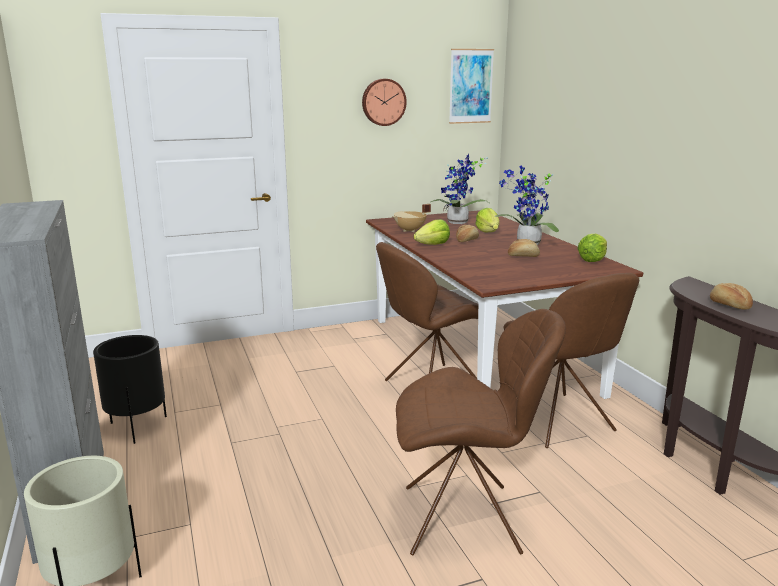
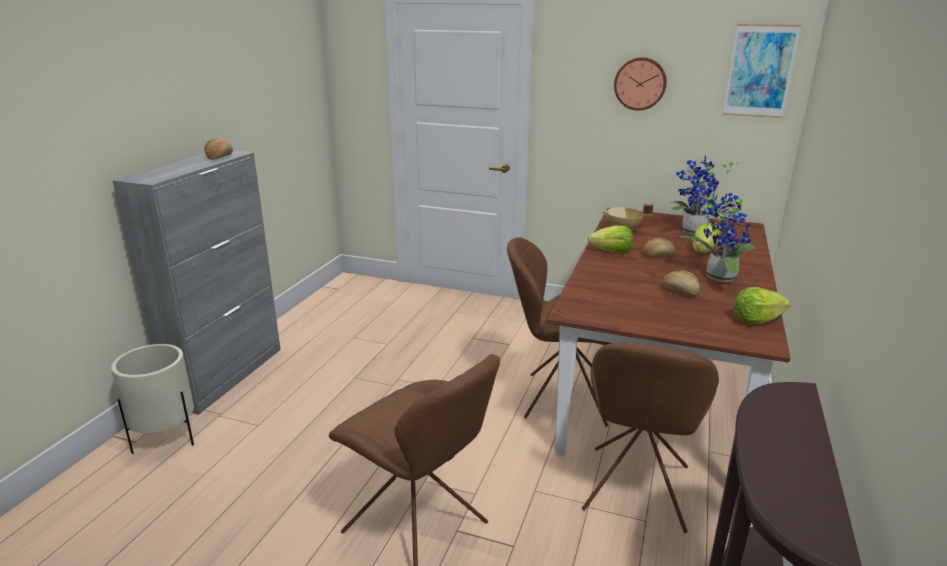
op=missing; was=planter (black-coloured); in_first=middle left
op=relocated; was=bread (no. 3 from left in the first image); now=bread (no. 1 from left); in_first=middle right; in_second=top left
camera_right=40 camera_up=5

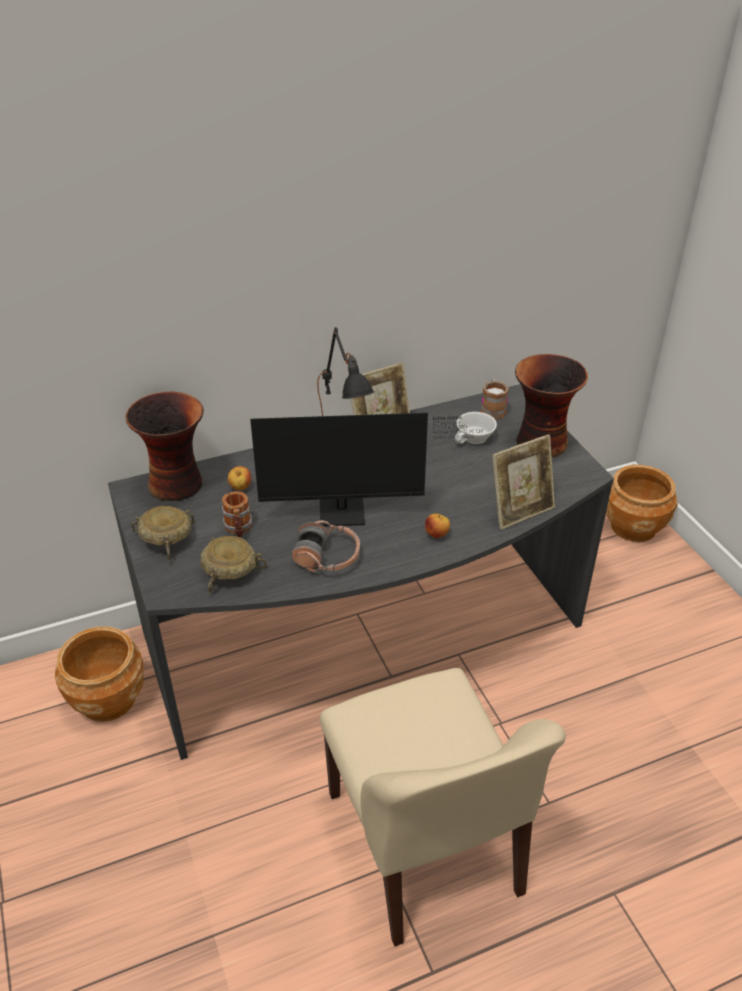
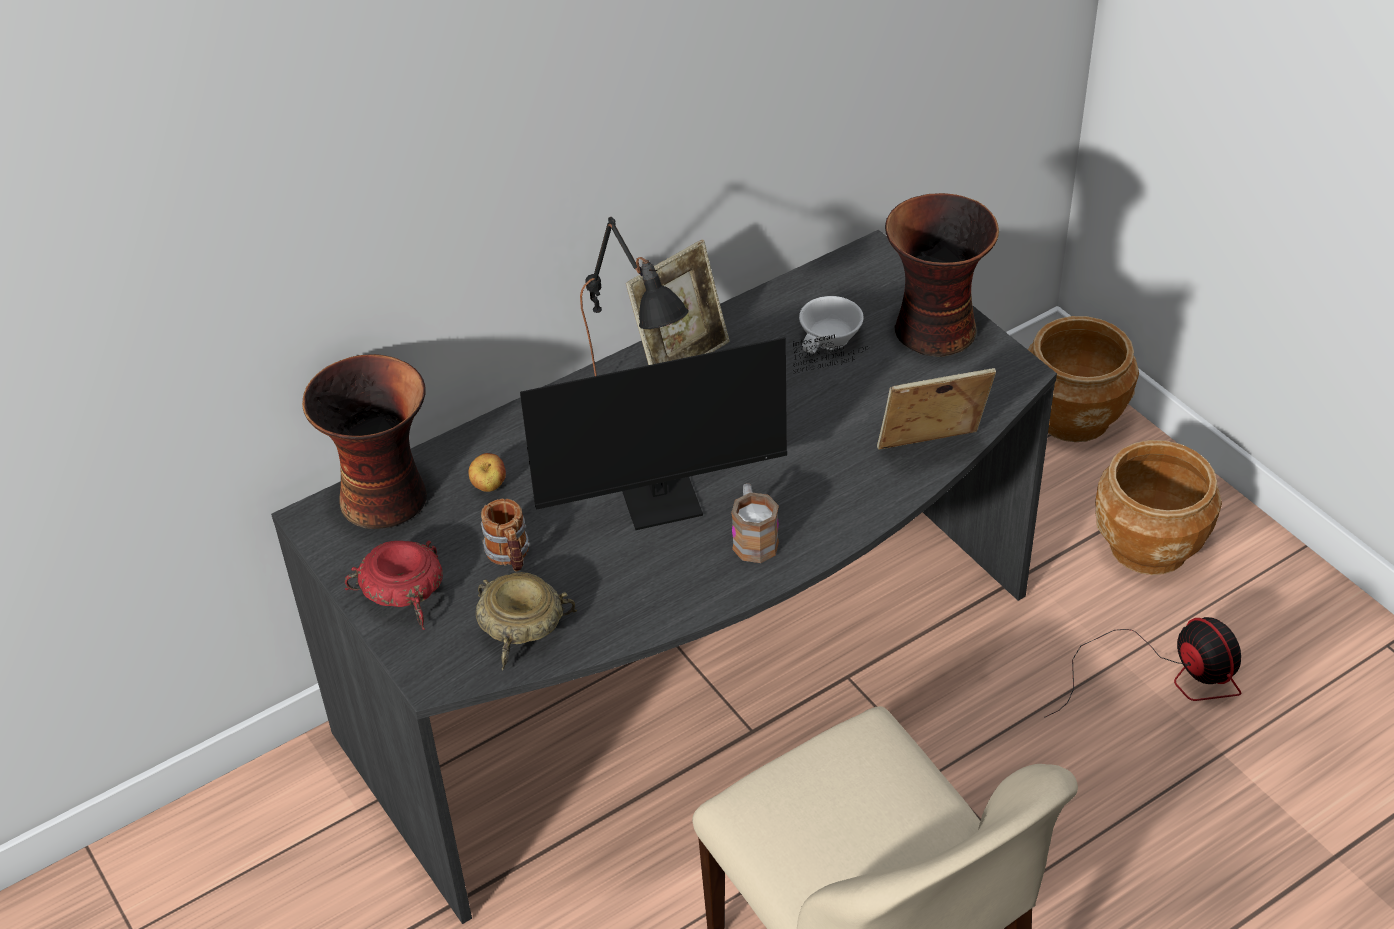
op=relocated; was=planter (brown) (no. 1 from left in the first image); now=planter (brown) (no. 2 from left); in_first=bottom left; in_second=middle right
op=colour; was=serving bowl (beige) (no. 1 from left); now=serving bowl (red); in_first=middle left; in_second=middle left
op=missing; was=pair of headphones; in_first=centre
op=missing; was=apple fruit (no. 2 from left); in_first=centre
op=relocated; was=mug (no. 2 from left); in_first=middle right; in_second=centre
op=spun; was=standing frame (no. 2 from left); in_first=middle right; in_second=middle right; clockwise=-150
op=appeared; now=cooling fan; in_second=bottom right
camera_right=-10 camera_up=5

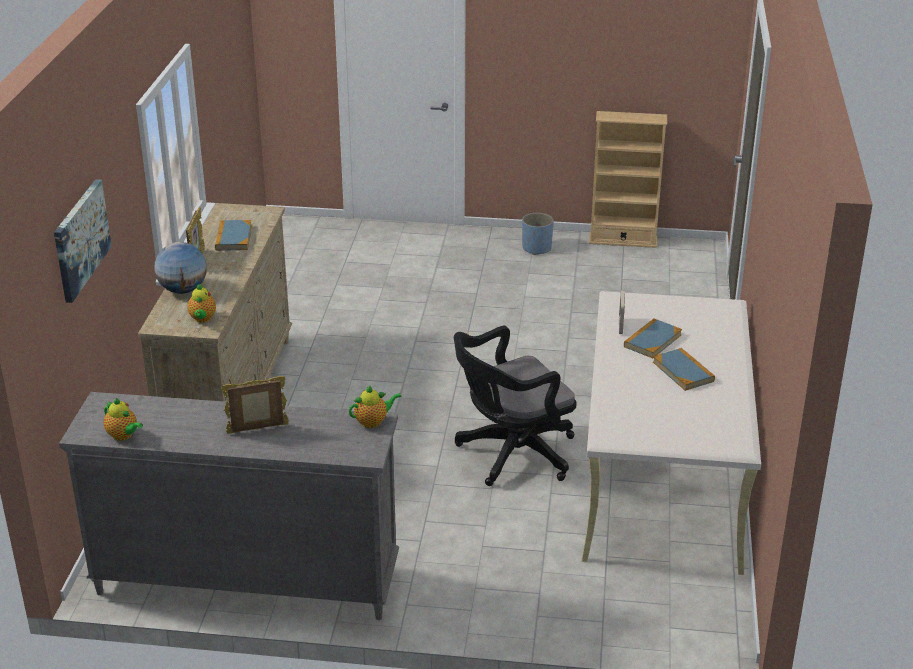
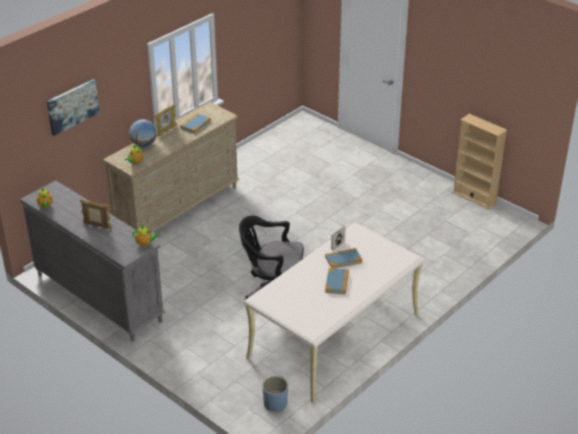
op=relocated; was=planter (blue-coloured); in_first=centre; in_second=bottom centre
camera_right=35 camera_up=5

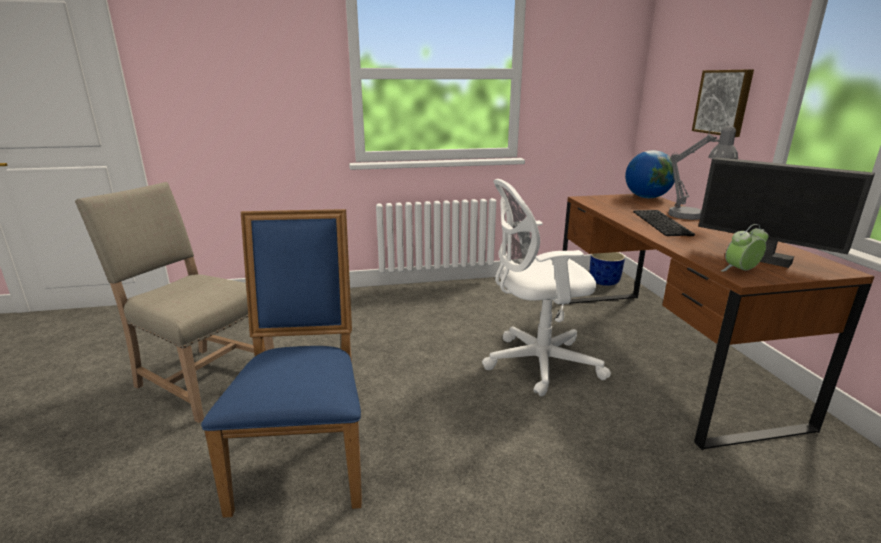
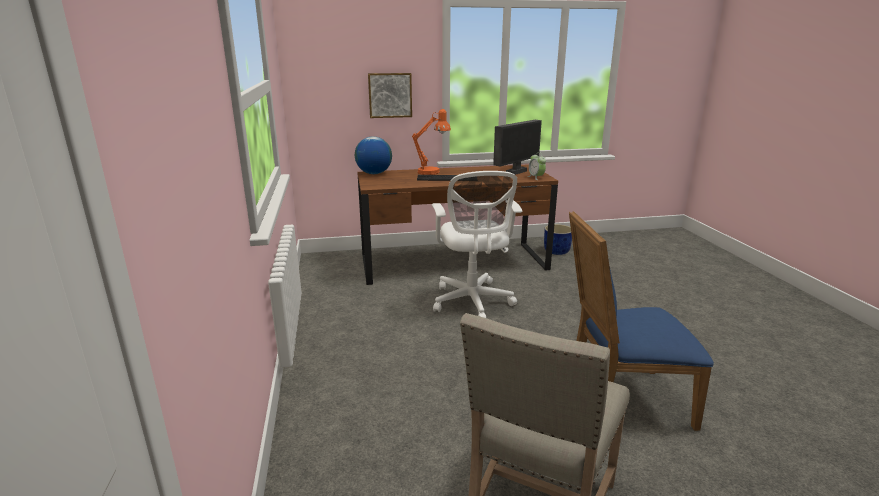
op=relocated; was=planter (blue-coloured); in_first=middle right; in_second=centre
op=colour; was=tabletop lamp (grey); now=tabletop lamp (orangey); in_first=top right; in_second=top centre
camera_right=-90 camera_up=0

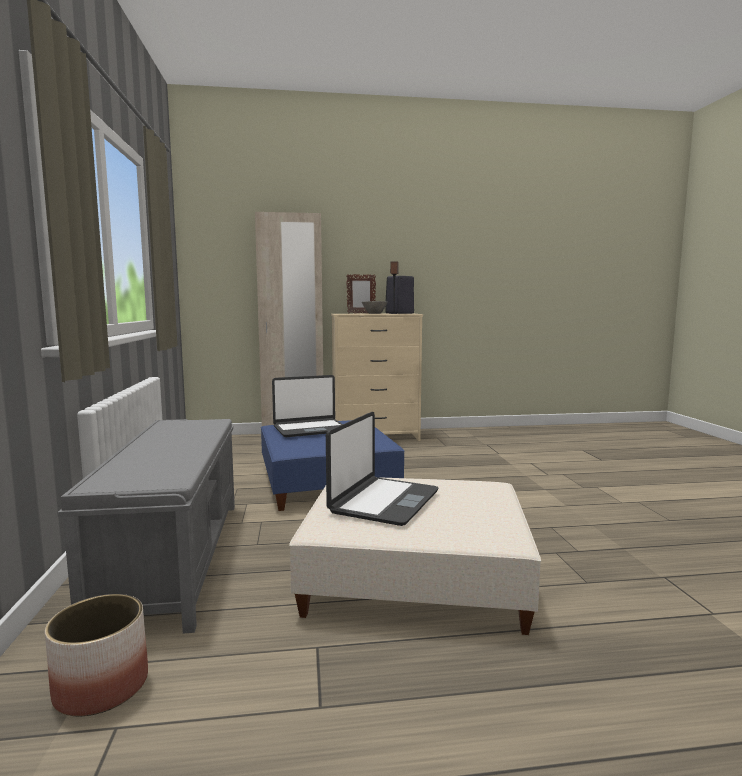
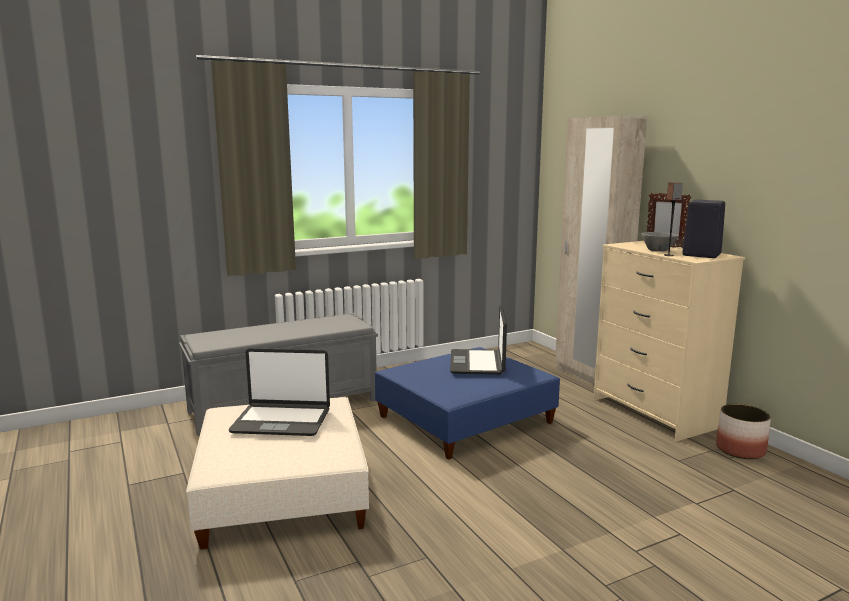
op=relocated; was=planter; in_first=bottom left; in_second=bottom right
op=spun; was=notebook computer (no. 1 from left in the first image); in_first=centre; in_second=centre; clockwise=45
camera_right=70 camera_up=5

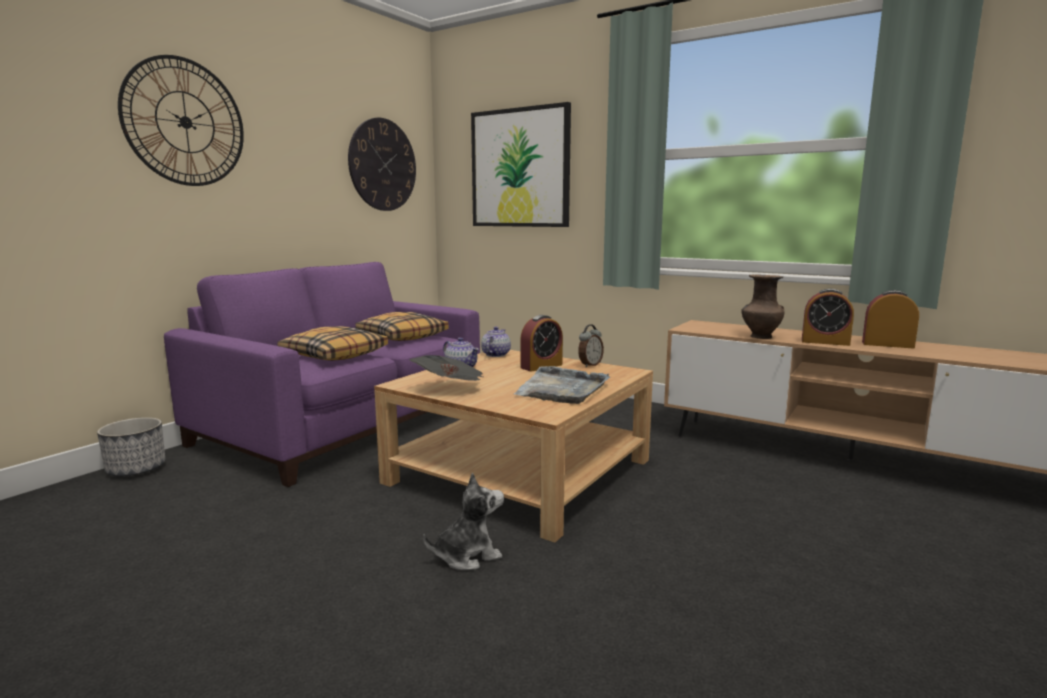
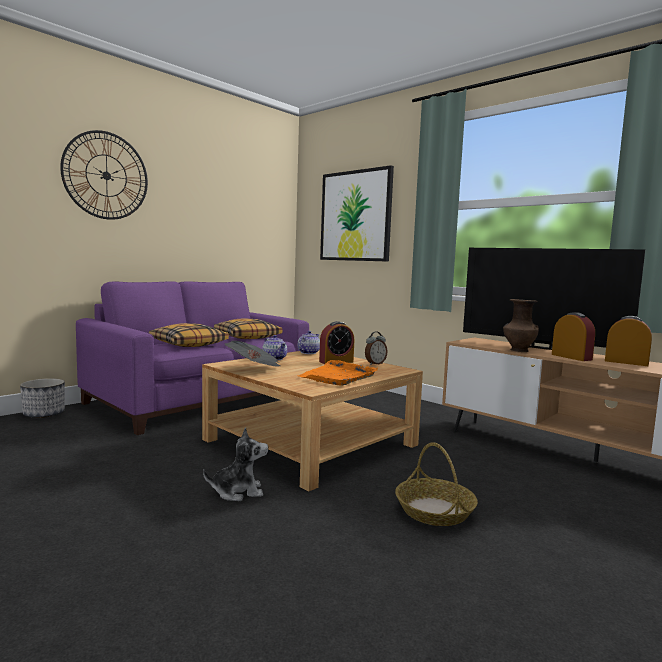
op=missing; was=hanging clock (no. 2 from left); in_first=top centre
op=colour; was=carrying tray (grey); now=carrying tray (orangey); in_first=centre; in_second=centre
op=spun; was=table clock (no. 3 from left); in_first=middle right; in_second=middle right; clockwise=-150
op=appeared; now=household basket; in_second=bottom centre
op=appeared; now=TV; in_second=middle right
camera_right=10 camera_up=-5

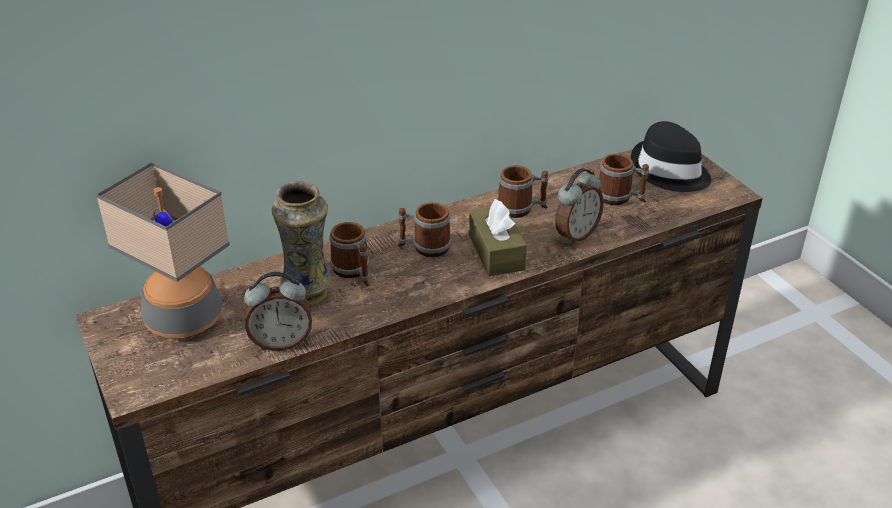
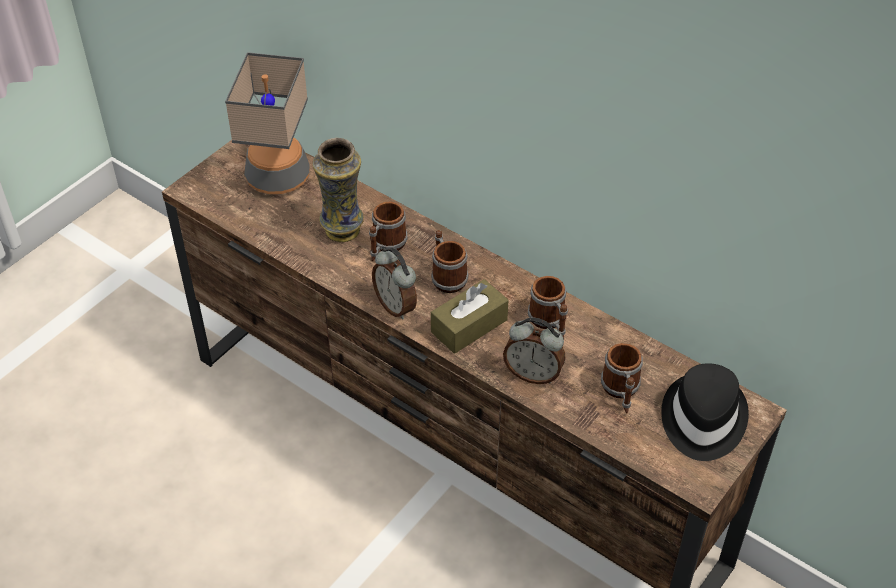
op=relocated; was=table clock (no. 1 from left); in_first=middle left; in_second=centre
camera_right=65 camera_up=10

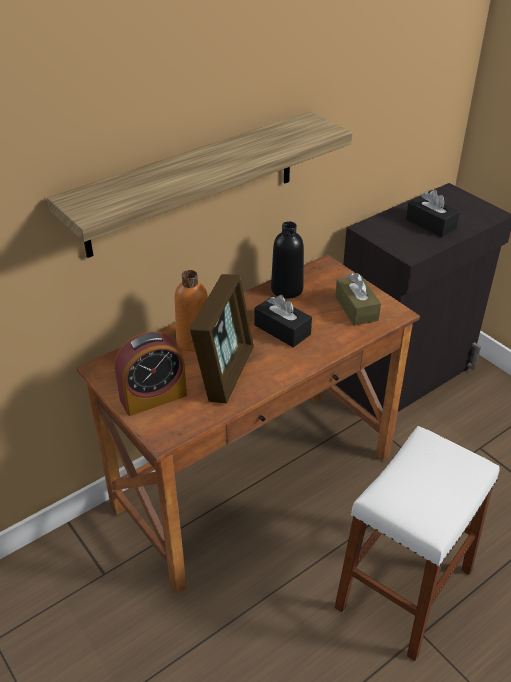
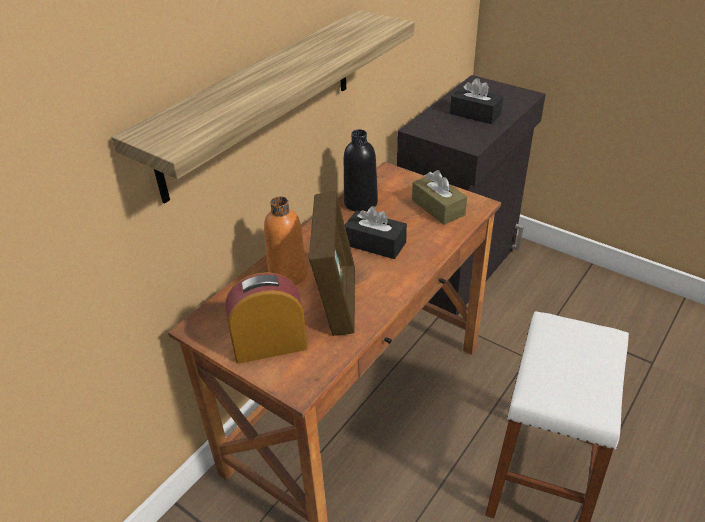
op=spun; was=table clock; in_first=middle left; in_second=centre; clockwise=-150
camera_right=-15 camera_up=0

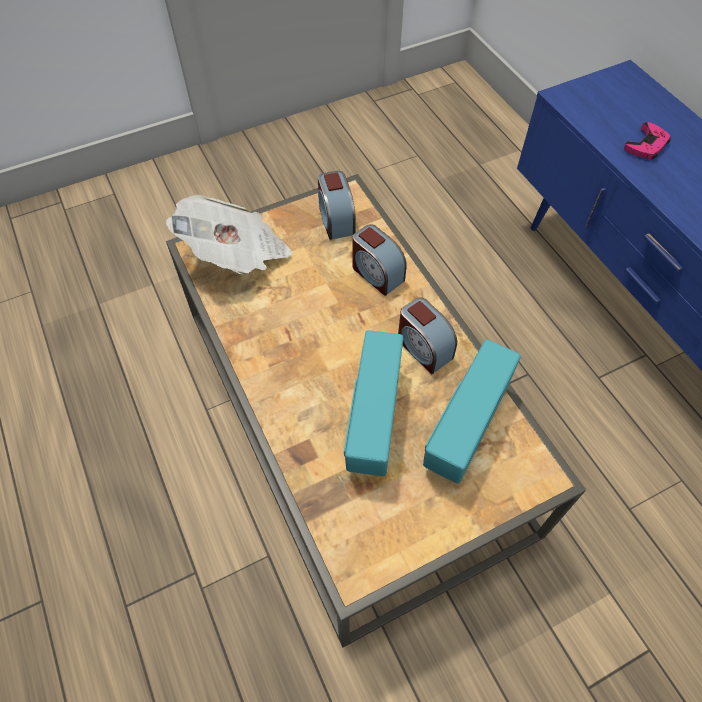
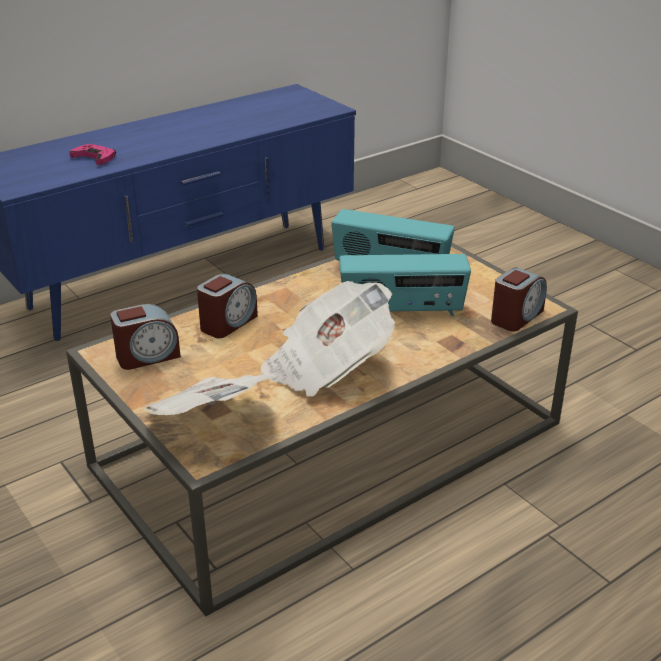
op=relocated; was=table clock (no. 3 from left); in_first=centre; in_second=middle right
op=appeared; now=newspaper (no. 2 from left); in_second=centre
camera_right=-100 camera_up=-25

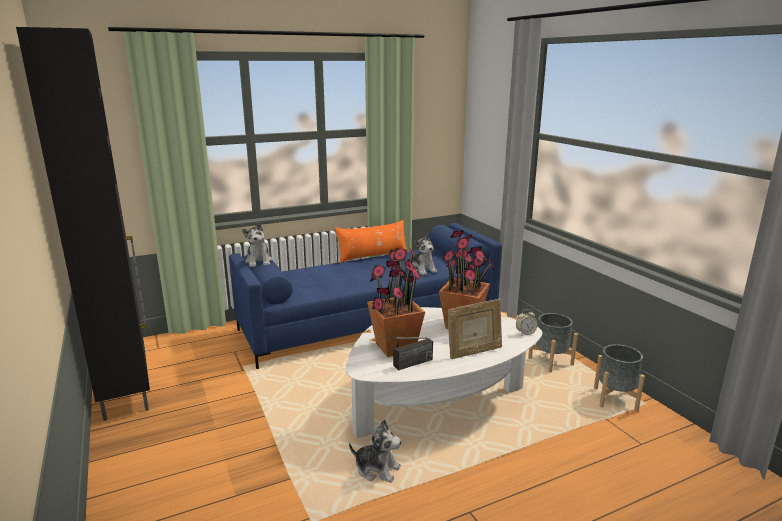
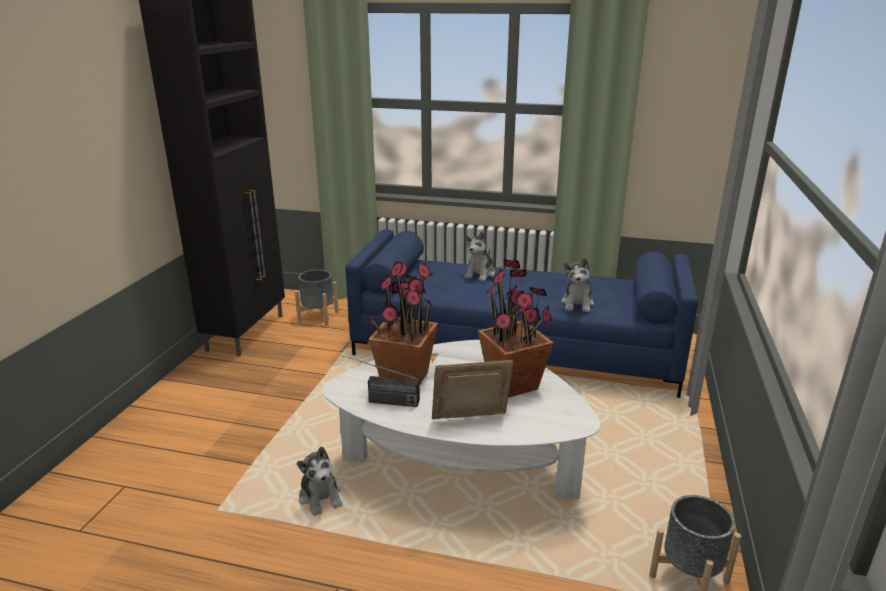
op=relocated; was=cuddly toy (no. 1 from left in the first image); now=cuddly toy (no. 2 from left); in_first=middle left; in_second=centre
op=missing; was=pillow (orangey); in_first=centre
op=spun; was=standing frame; in_first=centre; in_second=centre; clockwise=150
op=missing; was=table clock; in_first=middle right
op=relocated; was=planter (grey) (no. 1 from left); in_first=middle right; in_second=centre
camera_right=40 camera_up=5

